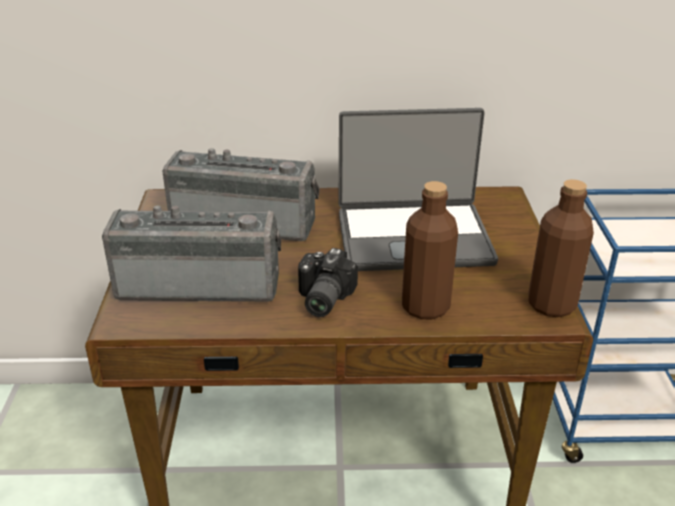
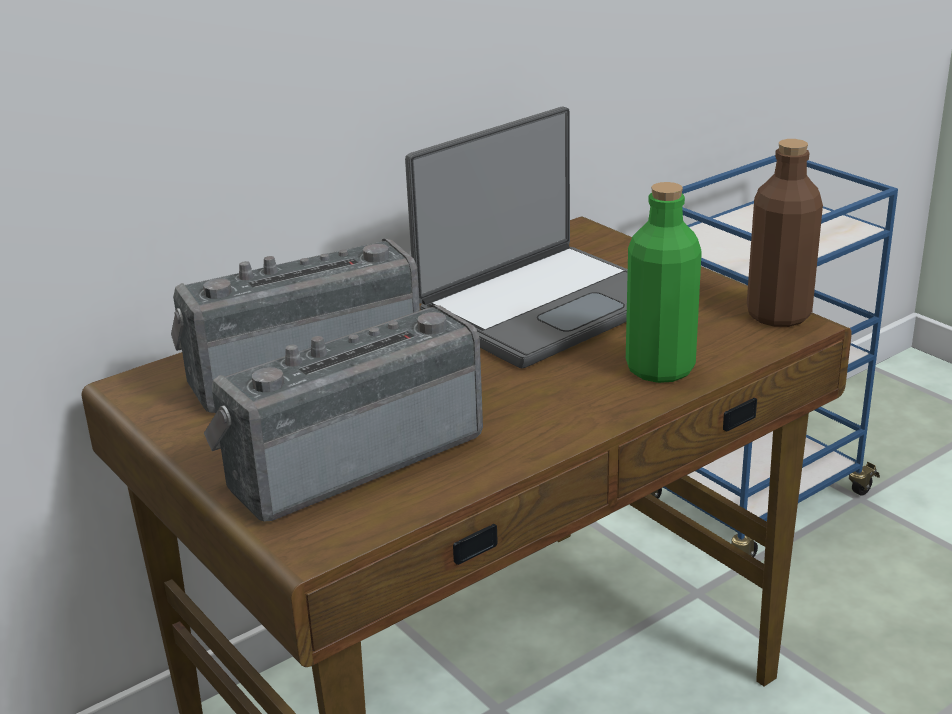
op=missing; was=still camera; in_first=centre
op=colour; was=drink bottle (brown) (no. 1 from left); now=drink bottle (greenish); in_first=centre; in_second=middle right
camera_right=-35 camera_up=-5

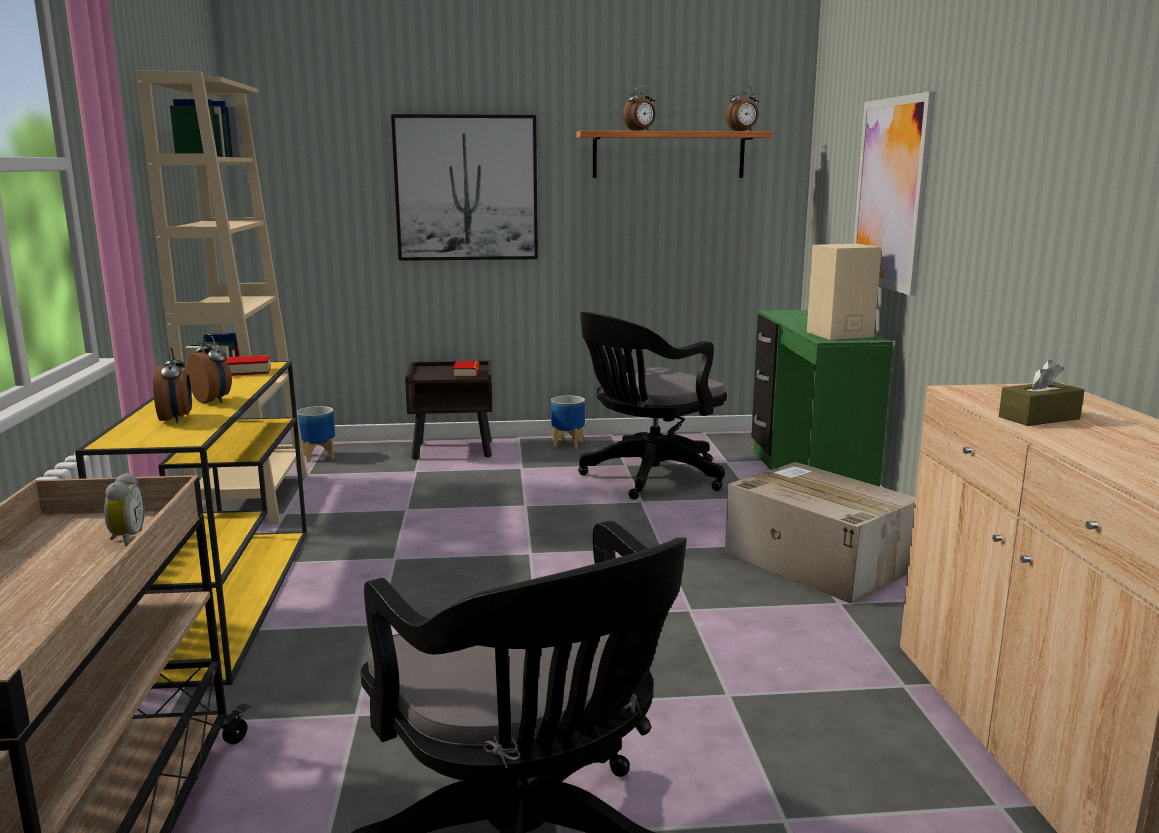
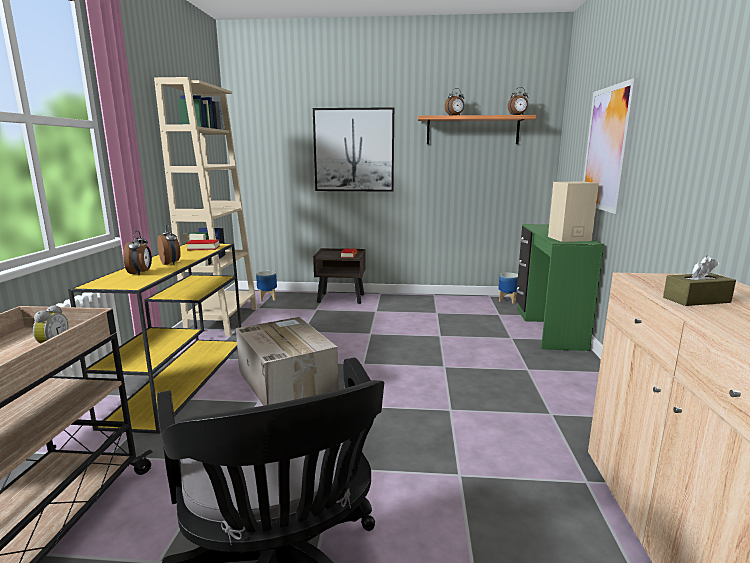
op=relocated; was=planter (no. 2 from left); in_first=centre; in_second=middle right
op=missing; was=office chair (black-coloured) (no. 2 from left); in_first=centre
op=relocated; was=carton; in_first=middle right; in_second=centre
camera_right=10 camera_up=0

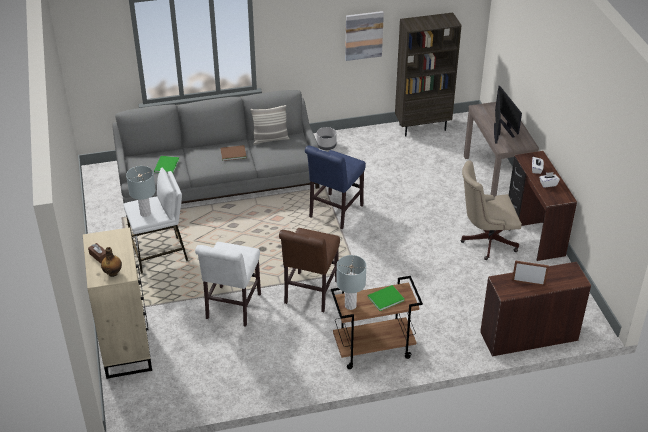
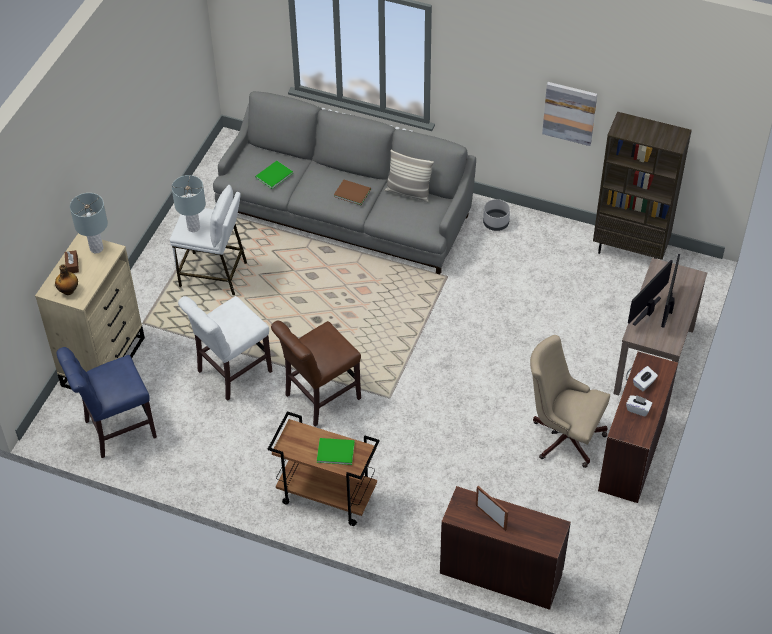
op=relocated; was=plain chair (blue-coloured); in_first=centre; in_second=middle left
op=relocated; was=tabletop lamp (grey) (no. 2 from left in the first image); now=tabletop lamp (grey) (no. 1 from left); in_first=centre; in_second=middle left
camera_right=35 camera_up=10

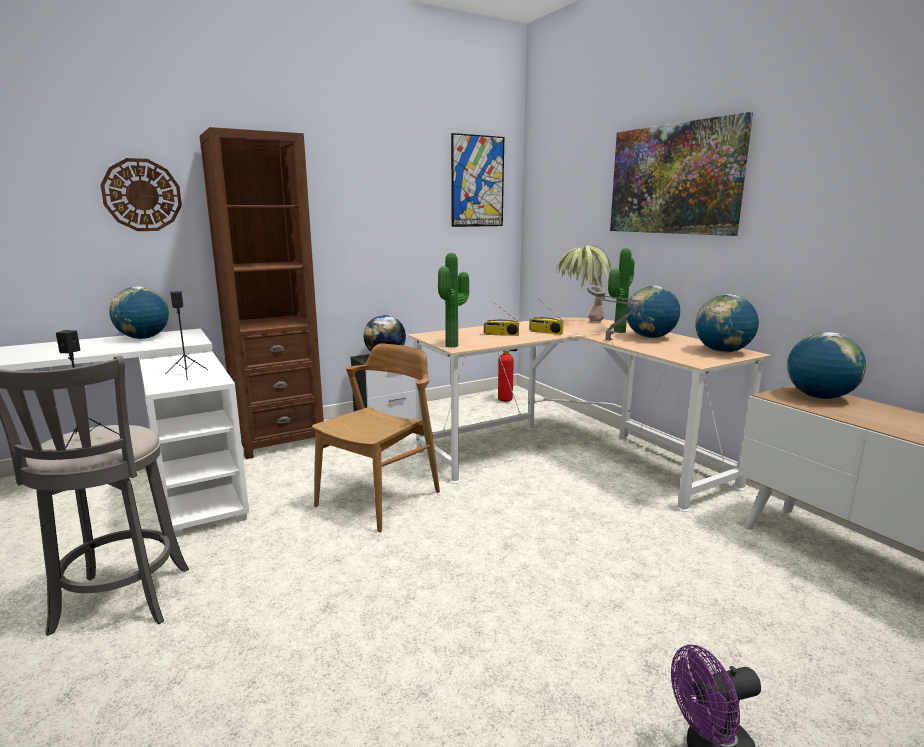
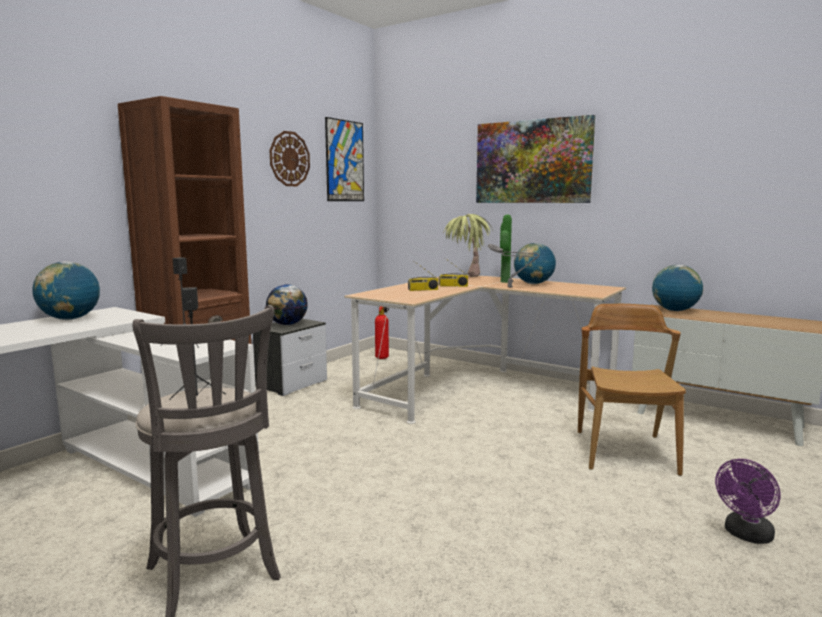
op=relocated; was=hanging clock; in_first=top left; in_second=top centre
op=relocated; was=plain chair (brown); in_first=centre; in_second=middle right
op=missing; was=plant in a pot (no. 1 from left); in_first=centre
op=missing; was=globe (no. 4 from left); in_first=middle right
camera_right=-25 camera_up=-5

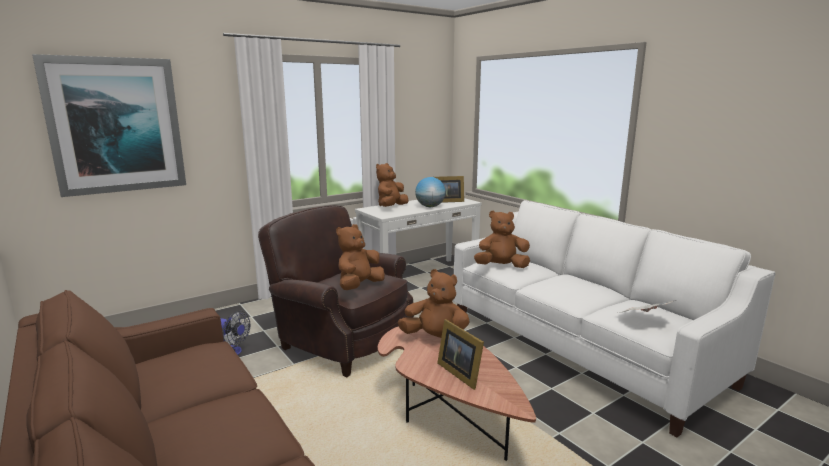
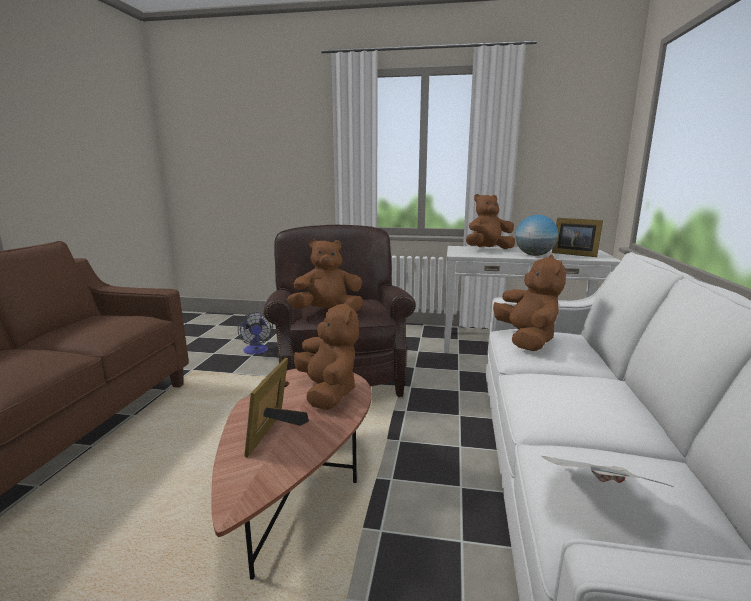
op=missing; was=picture; in_first=top left
op=spun; was=cuddly toy (brown) (no. 4 from left); in_first=centre; in_second=middle right; clockwise=45
camera_right=45 camera_up=0

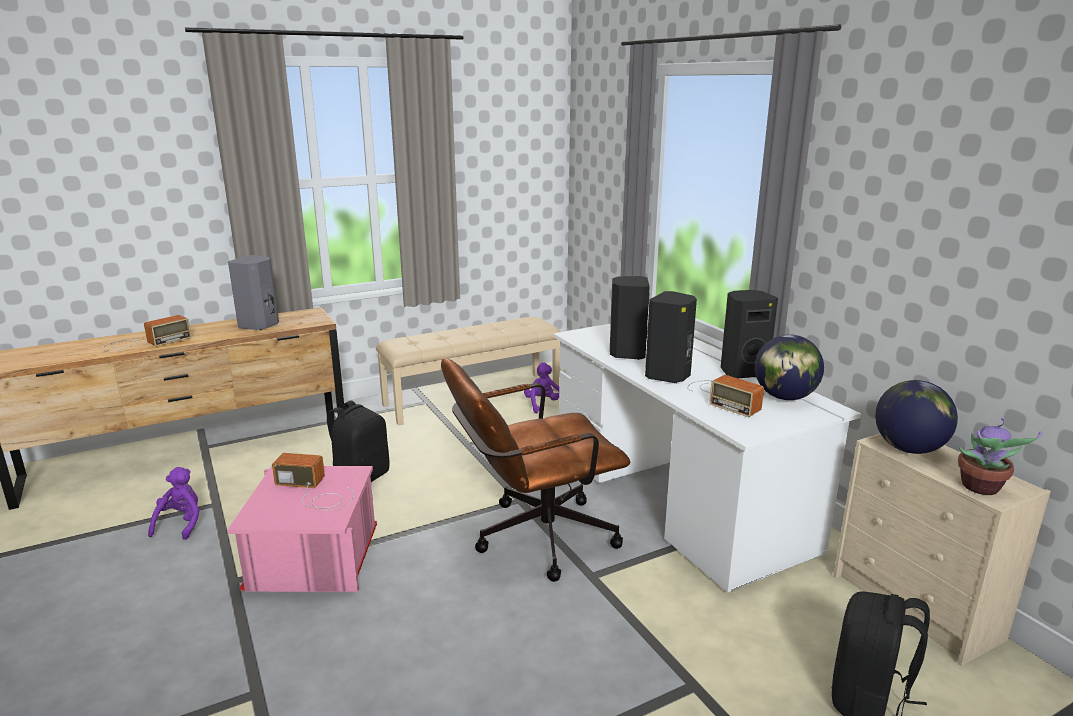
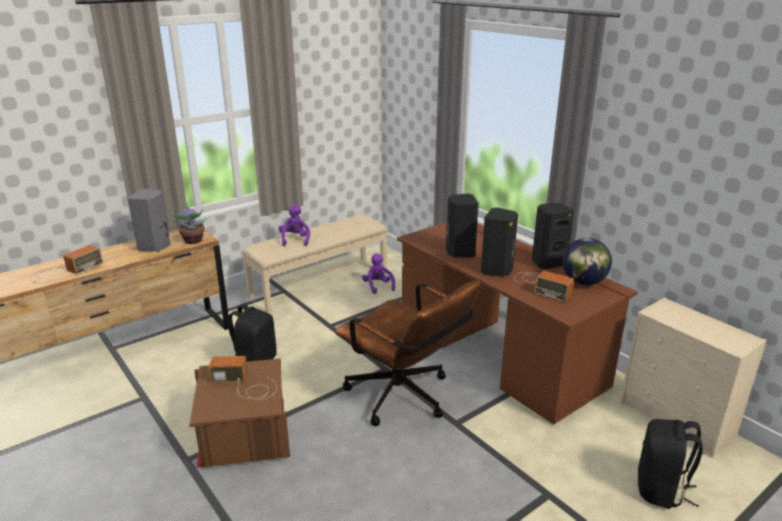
op=relocated; was=cuddly toy (purple-coloured) (no. 1 from left); in_first=bottom left; in_second=centre
op=colour; was=storage bin (pink-coloured); now=storage bin (brown); in_first=bottom left; in_second=bottom left
op=spun; was=office chair (brown); in_first=centre; in_second=bottom centre; clockwise=-105
op=colour; was=desk table (white-coloured); now=desk table (brown); in_first=centre; in_second=centre
op=missing; was=globe (no. 2 from left); in_first=middle right
op=relocated; was=plant in a pot; in_first=middle right; in_second=middle left
camera_right=-10 camera_up=5

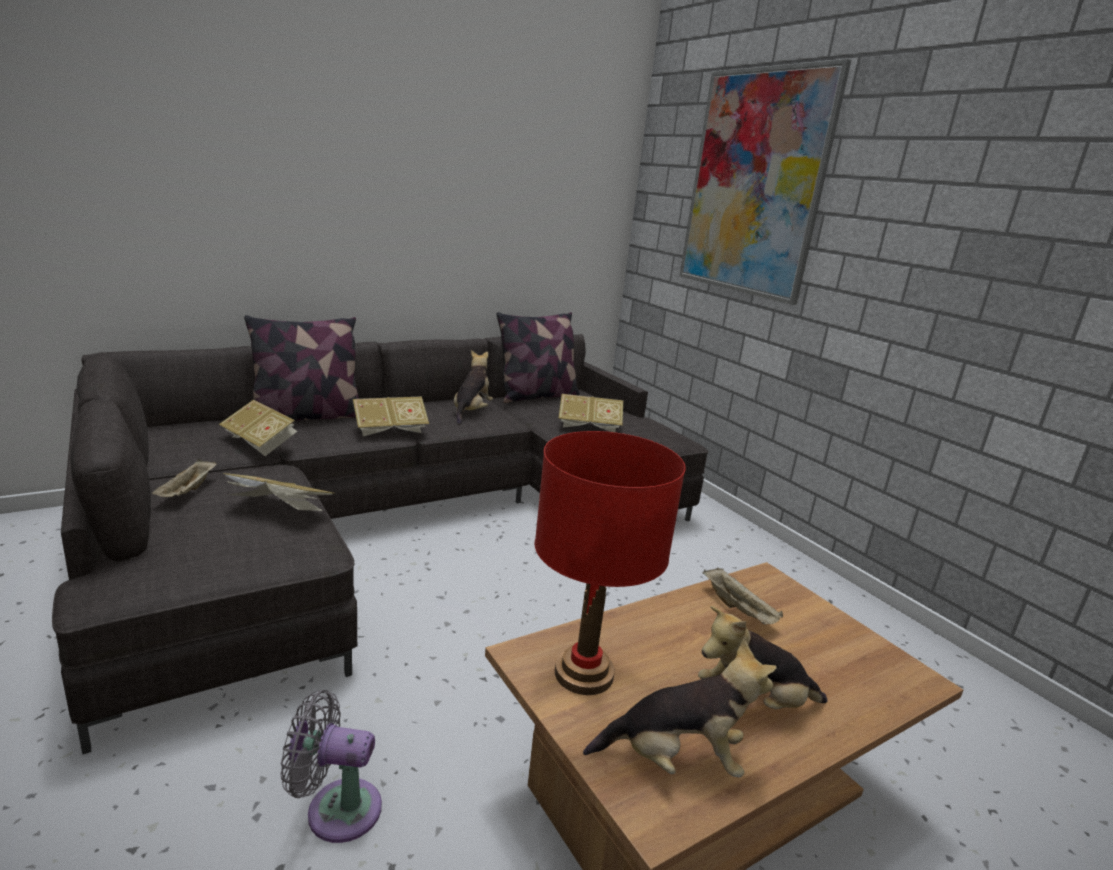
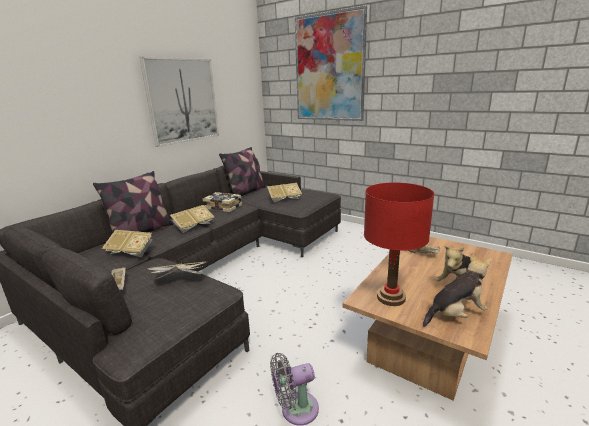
op=exchanged; was=cuddly toy (no. 1 from left); now=book (no. 4 from left); in_first=centre; in_second=centre
op=appeared; now=picture (no. 1 from left); in_second=top left
camera_right=-20 camera_up=0

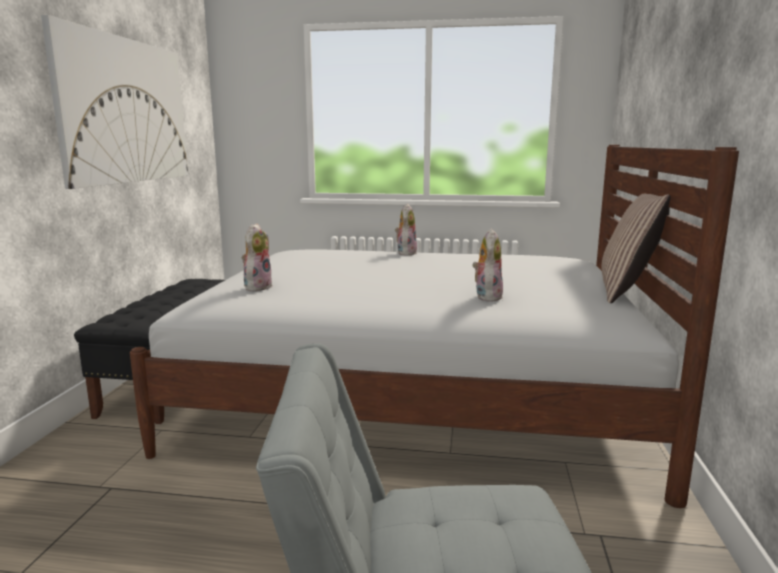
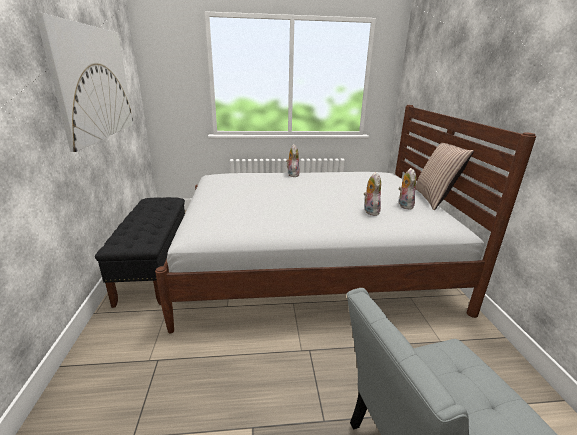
op=relocated; was=cuddly toy (no. 1 from left in the first image); now=cuddly toy (no. 3 from left); in_first=middle left; in_second=middle right
camera_right=-15 camera_up=10

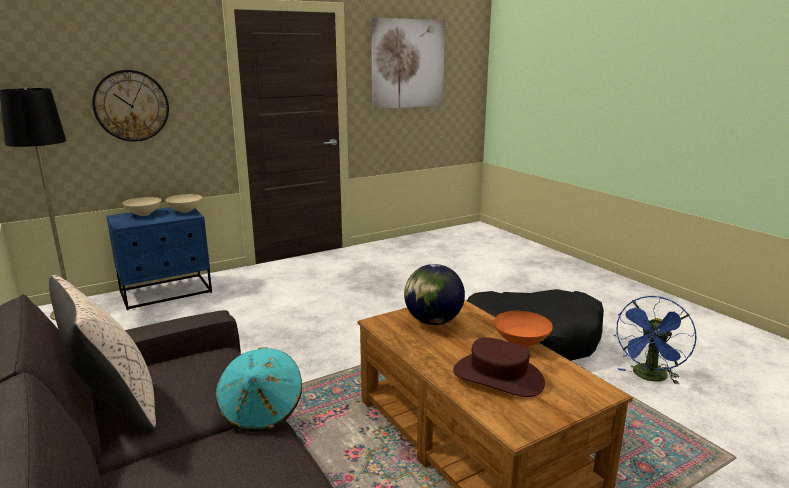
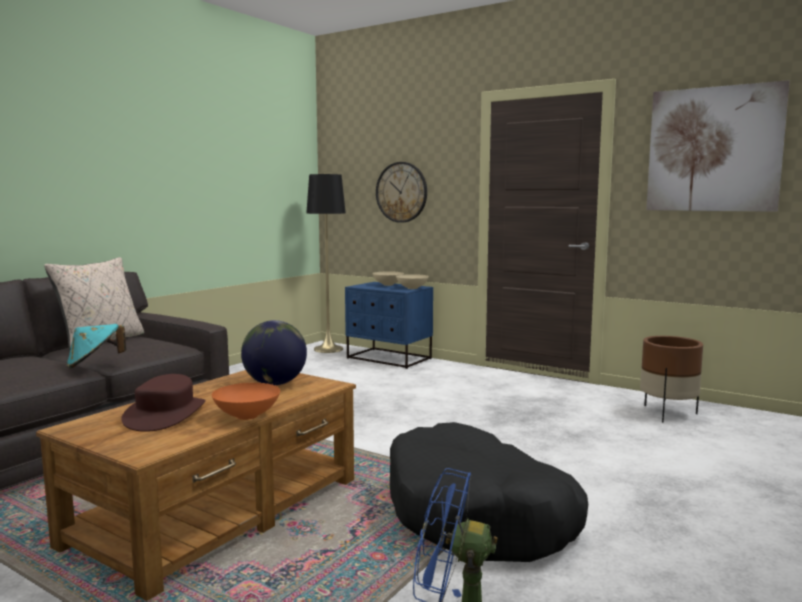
op=appeared; now=planter (brown); in_second=middle right
camera_right=65 camera_up=-10

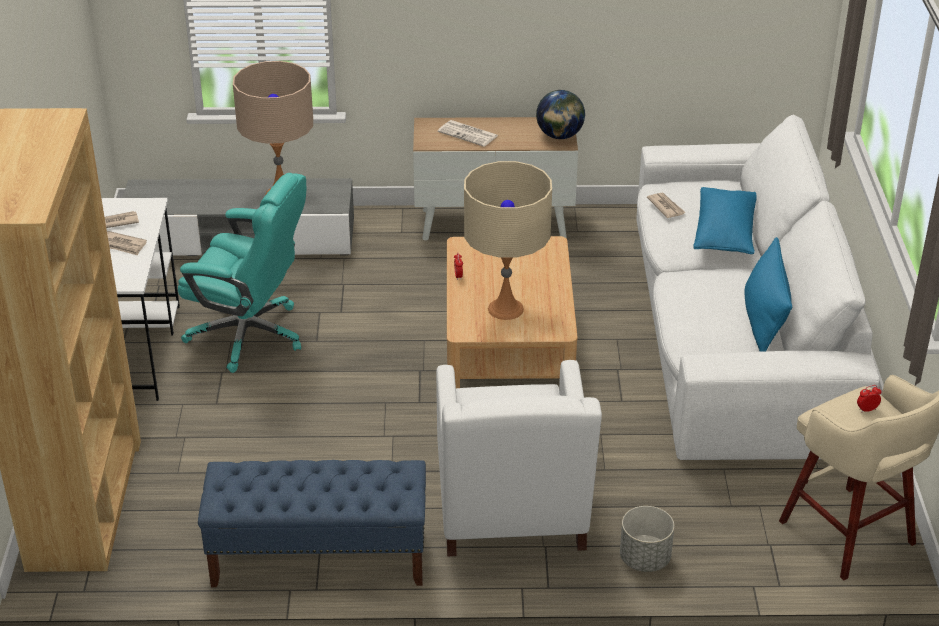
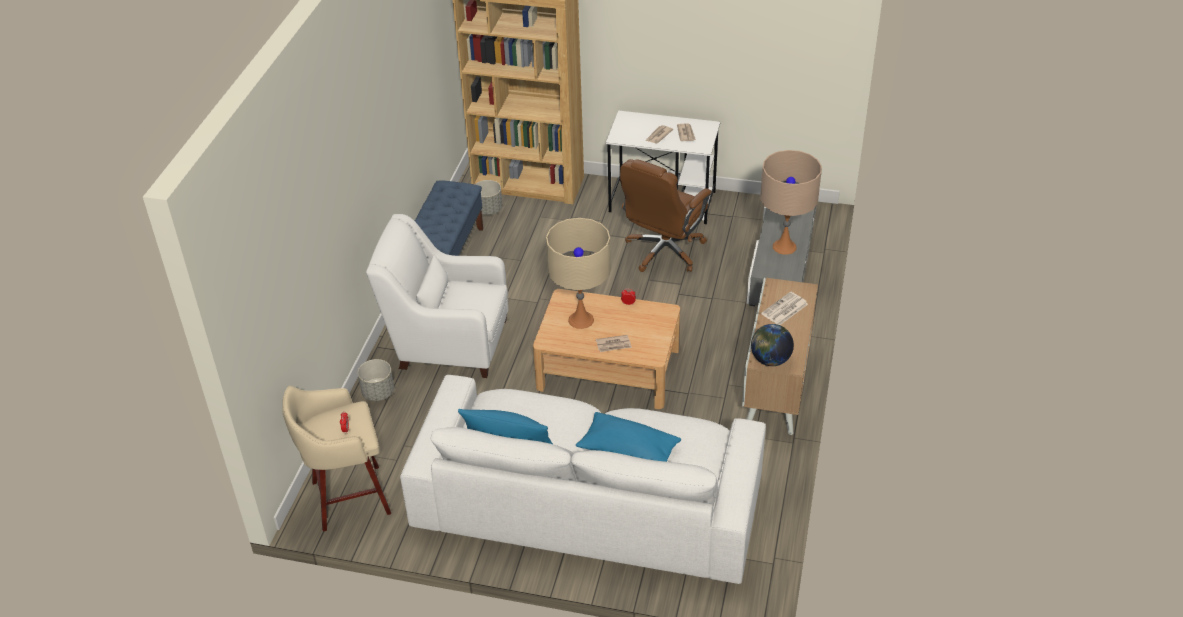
op=colour; was=office chair (blue-green); now=office chair (brown); in_first=middle left; in_second=centre
op=relocated; was=newspaper (no. 4 from left in the first image); now=newspaper (no. 1 from left); in_first=top right; in_second=centre
op=appeared; now=planter (grey) (no. 2 from left); in_second=top centre
camera_right=105 camera_up=5

